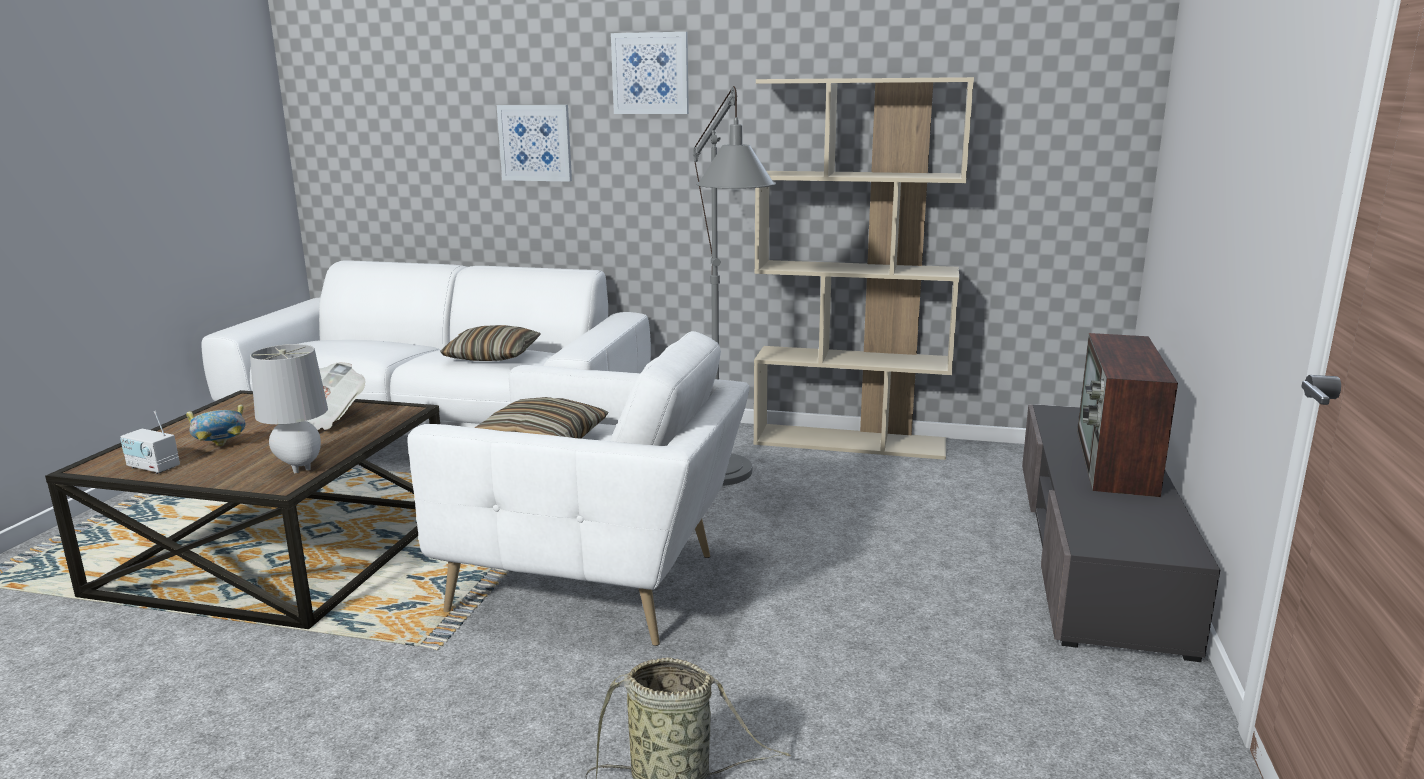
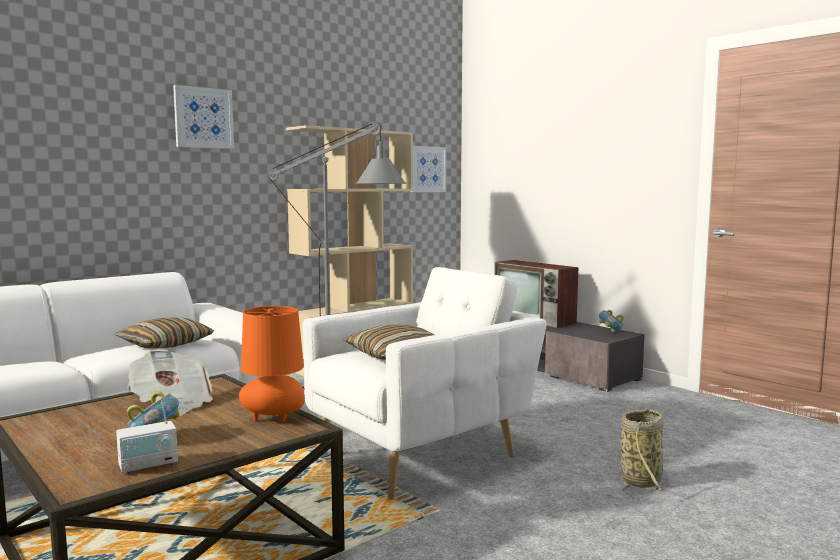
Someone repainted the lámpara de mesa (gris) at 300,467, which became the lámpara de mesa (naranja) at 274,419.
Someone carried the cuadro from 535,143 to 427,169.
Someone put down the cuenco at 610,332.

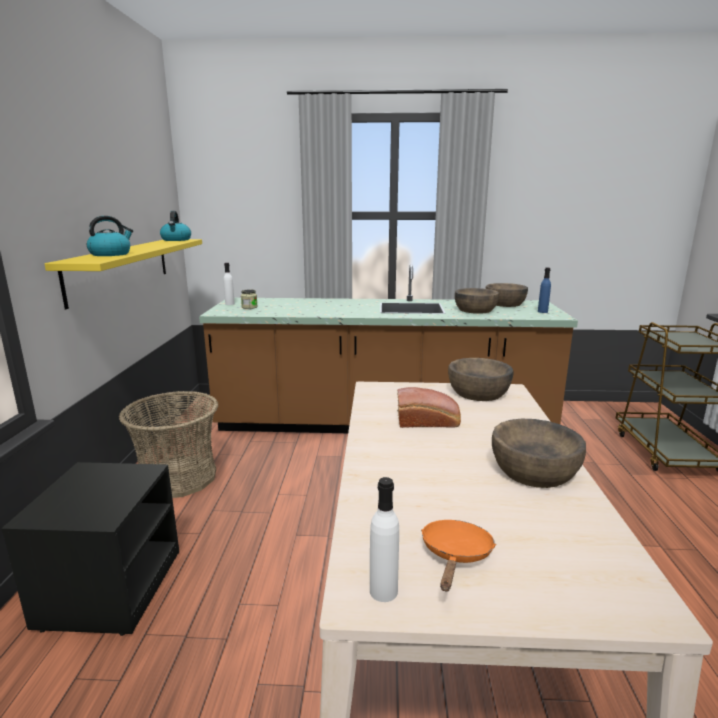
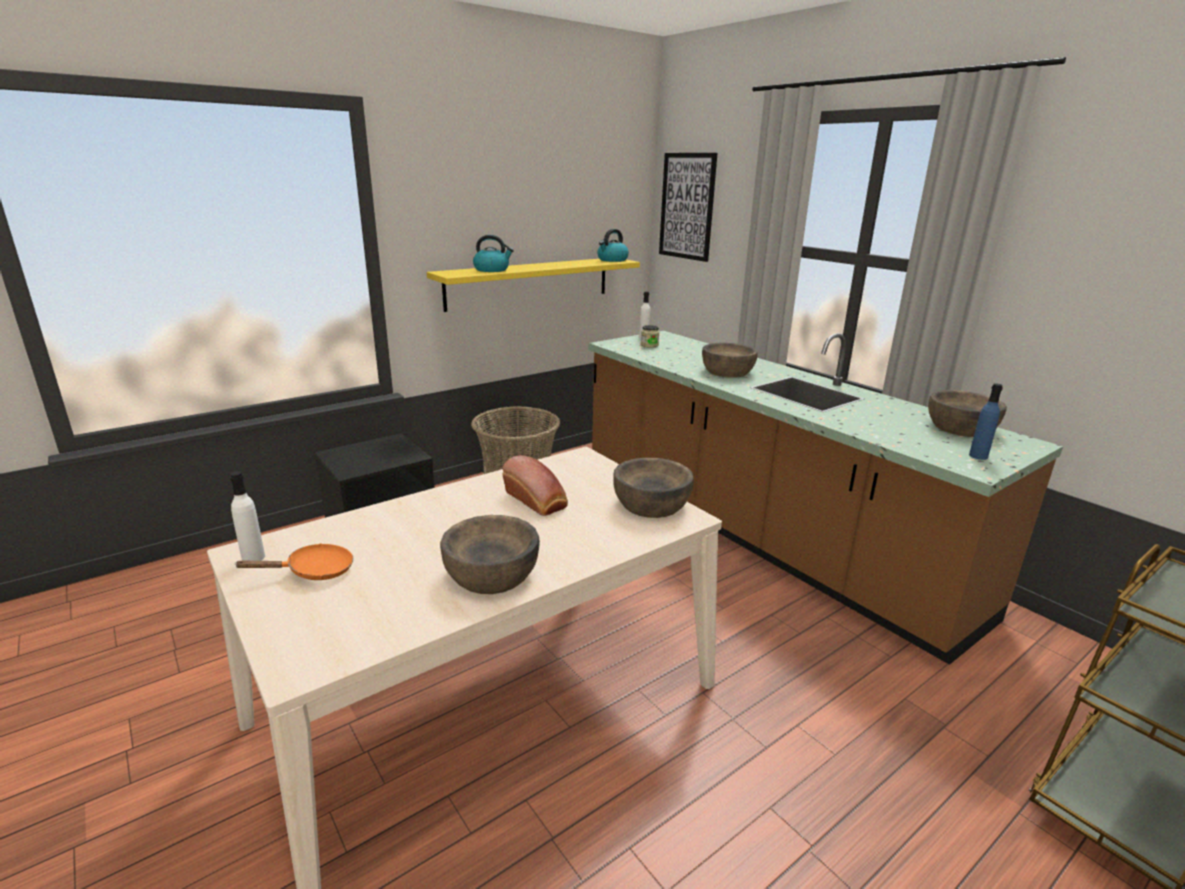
Someone carried the cuenco (marrón) from 475,310 to 727,371.
Someone put up the cuadro at 687,206.

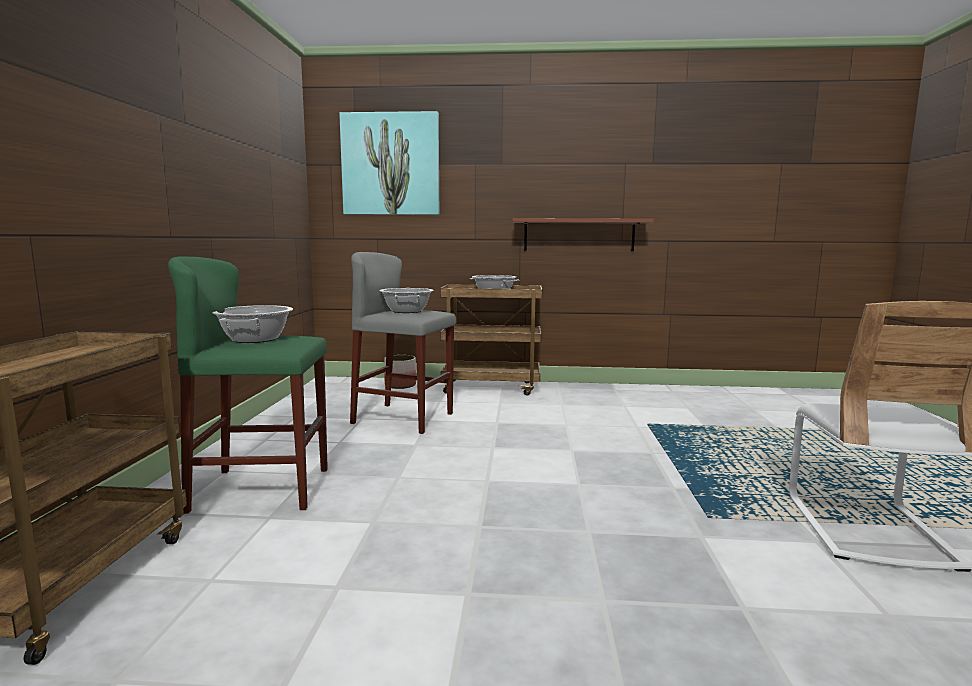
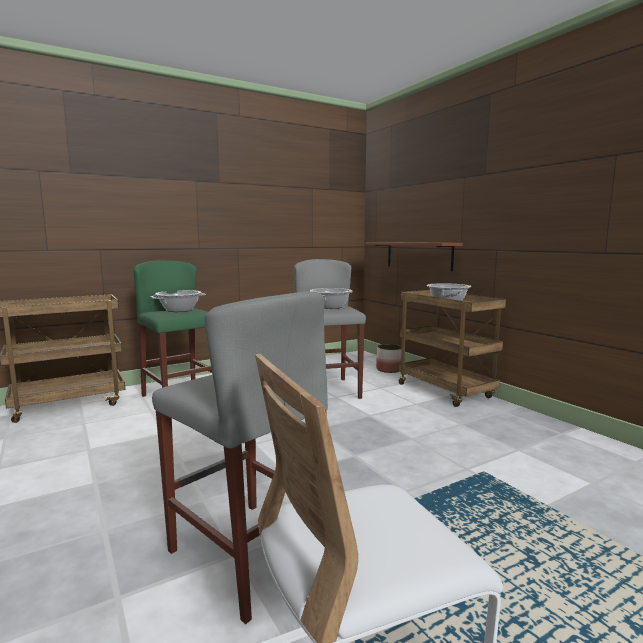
Someone took away the cuadro at 391,164.
Someone carried the estante (marrón) from 579,235 to 418,255.
Someone put down the taburete (gris) at 249,553.

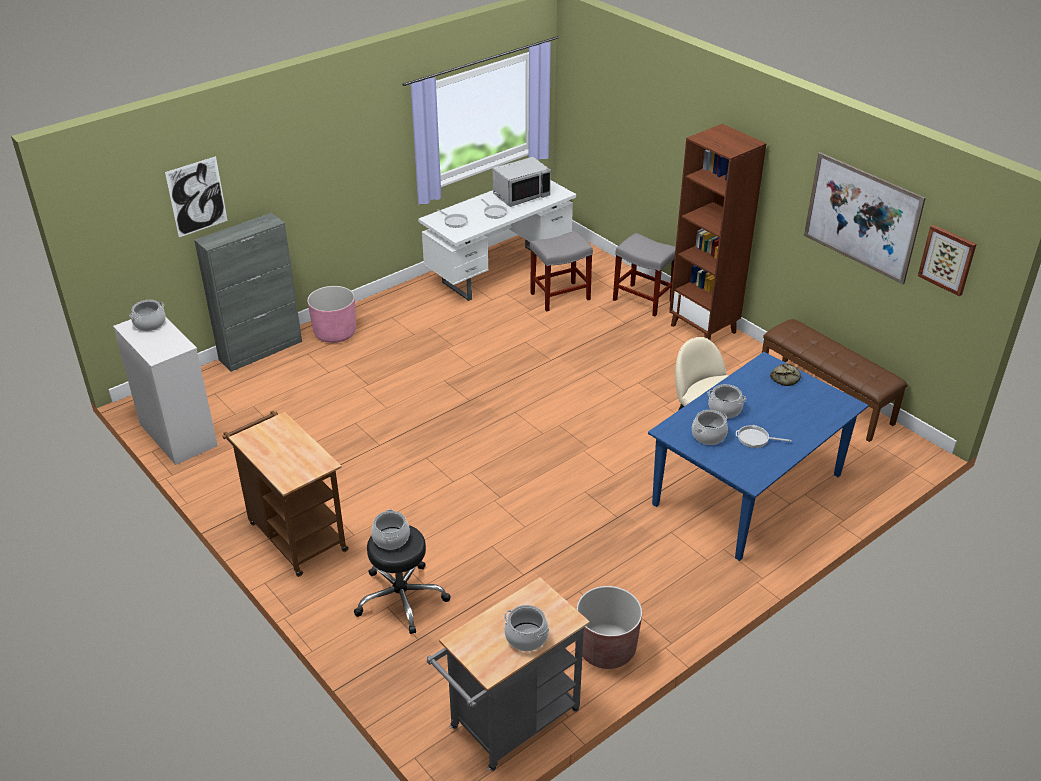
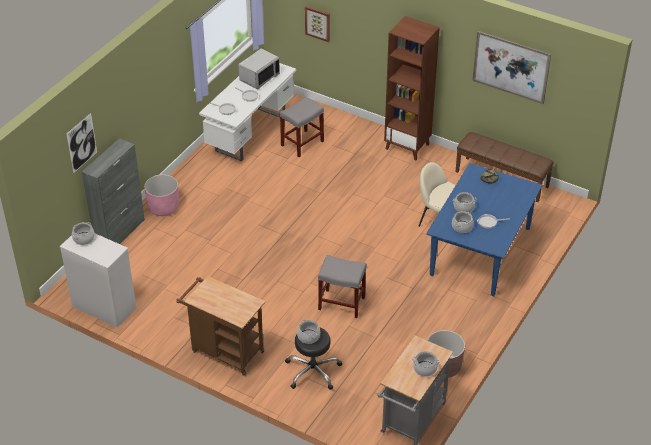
Someone carried the taburete (gris) from 644,300 to 342,303.
Someone carried the cuadro from 947,259 to 318,23.

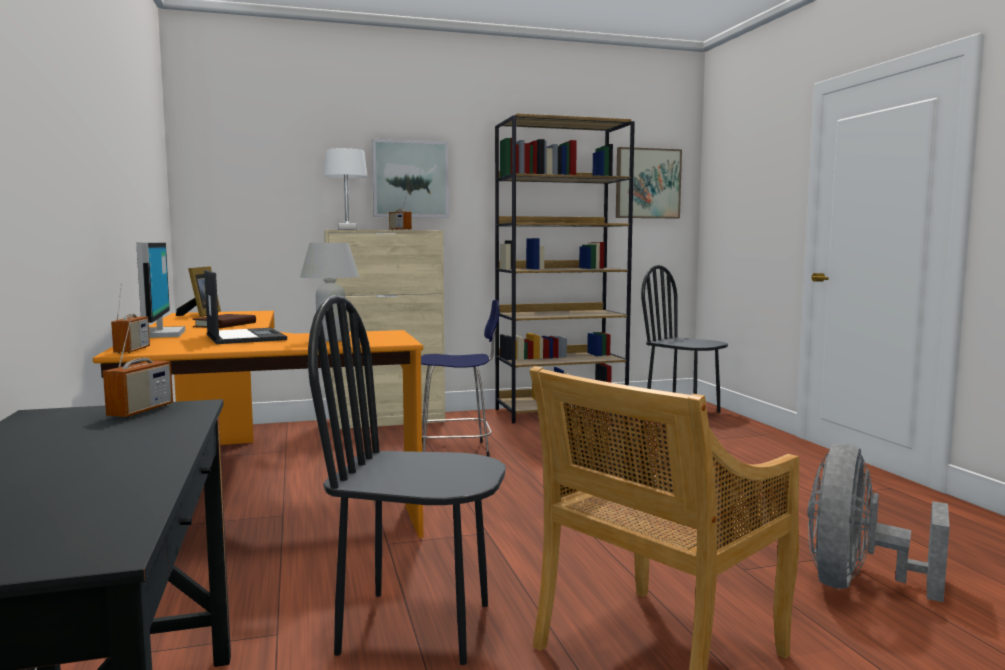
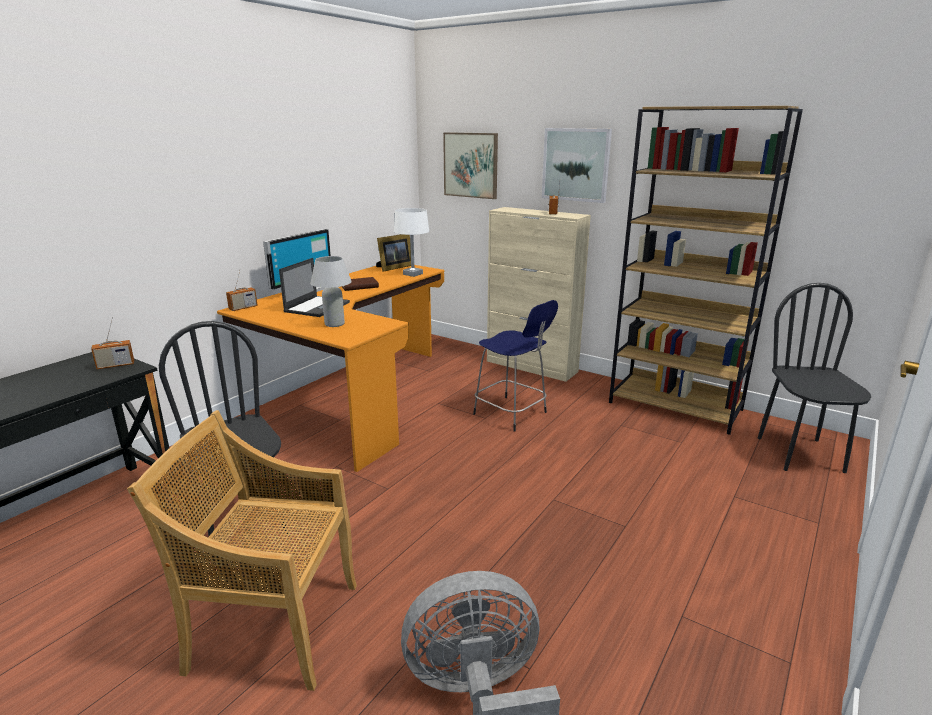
Someone carried the lámpara de mesa (blanco) from 347,229 to 413,274.
Someone carried the cuadro from 647,183 to 471,165.

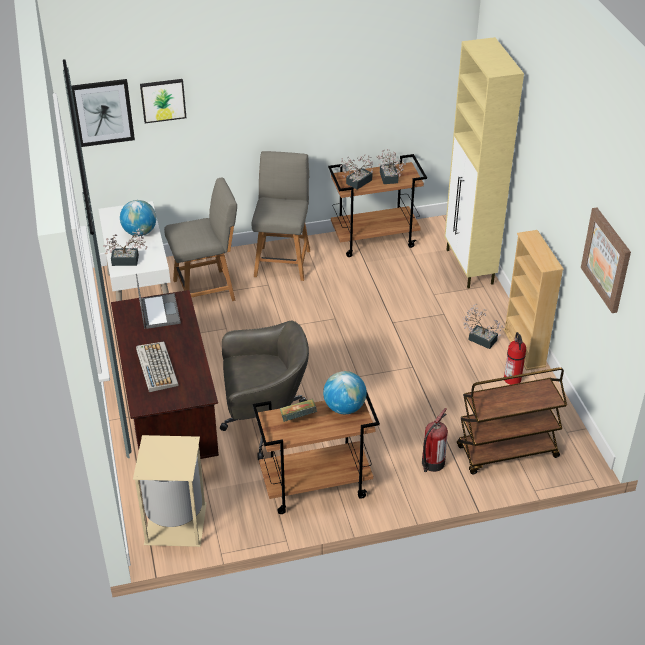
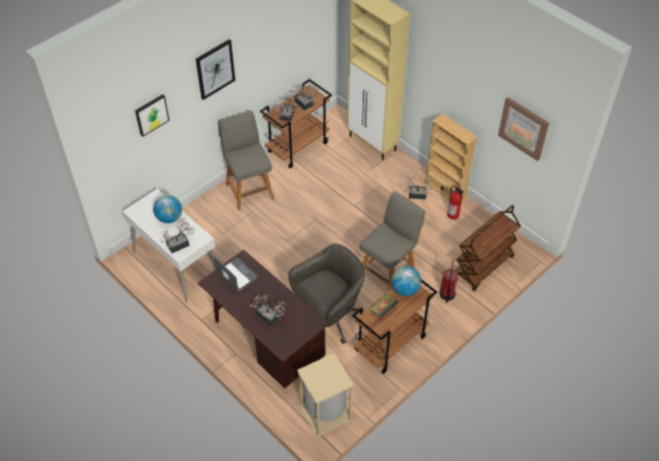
Someone carried the cuadro from 102,112 to 215,69.
Someone swapped the teclado at 156,367 for the planta en maceta at 269,317.
Someone carried the silla (gris) from 206,289 to 388,273.

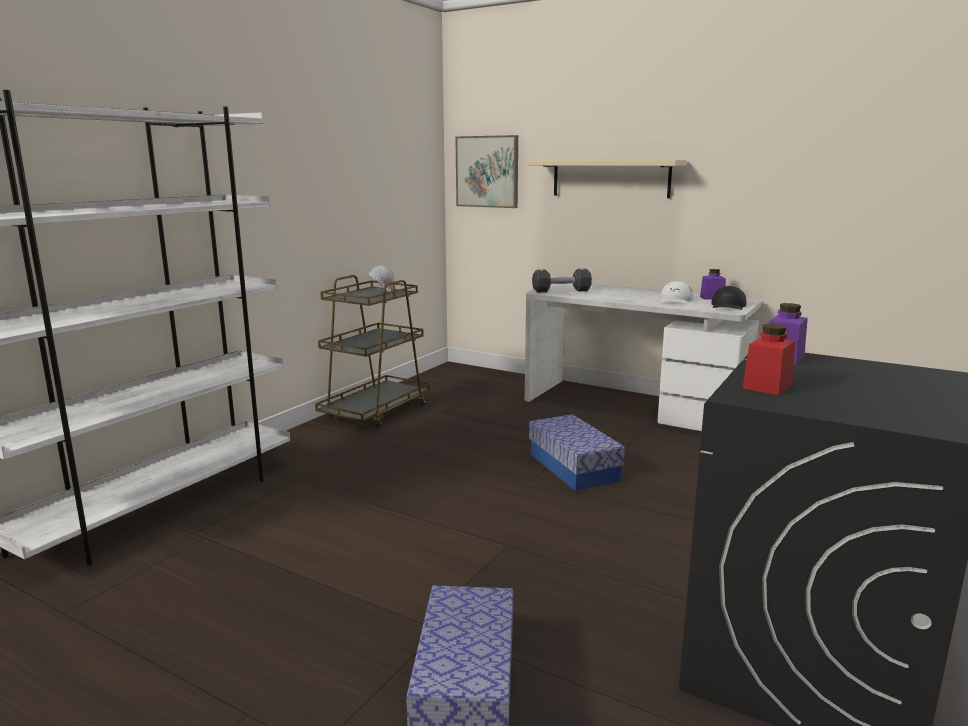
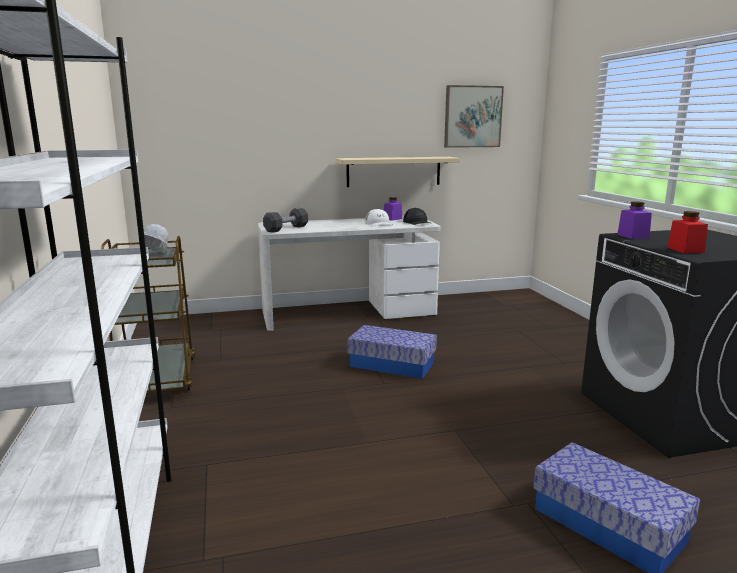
Someone carried the cuadro from 487,171 to 472,116.
Someone carried the estante (beis) from 610,178 to 393,171.

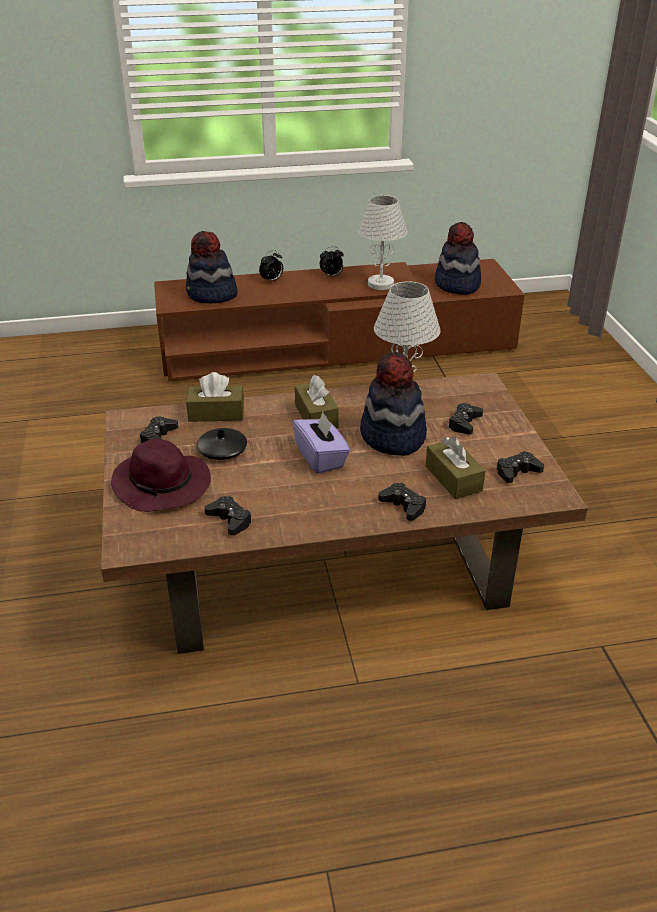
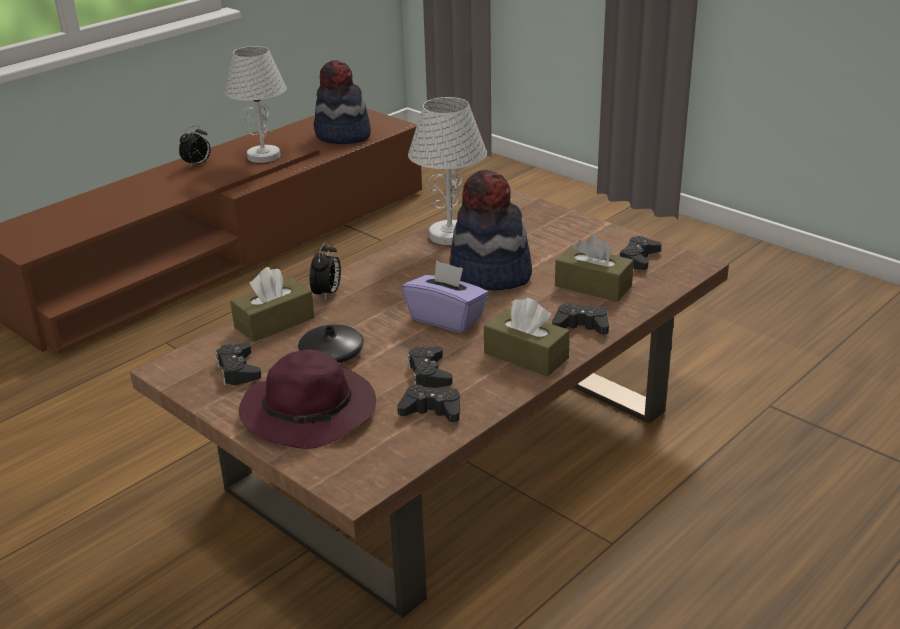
Someone took away the sombrero at 211,295.
Someone carried the despertador from 272,280 to 327,294.
Someone carried the caja de pañuelos (marrón) from 316,416 to 526,356.
Someone carried the mando de consola (negro) from 464,423 to 429,374.

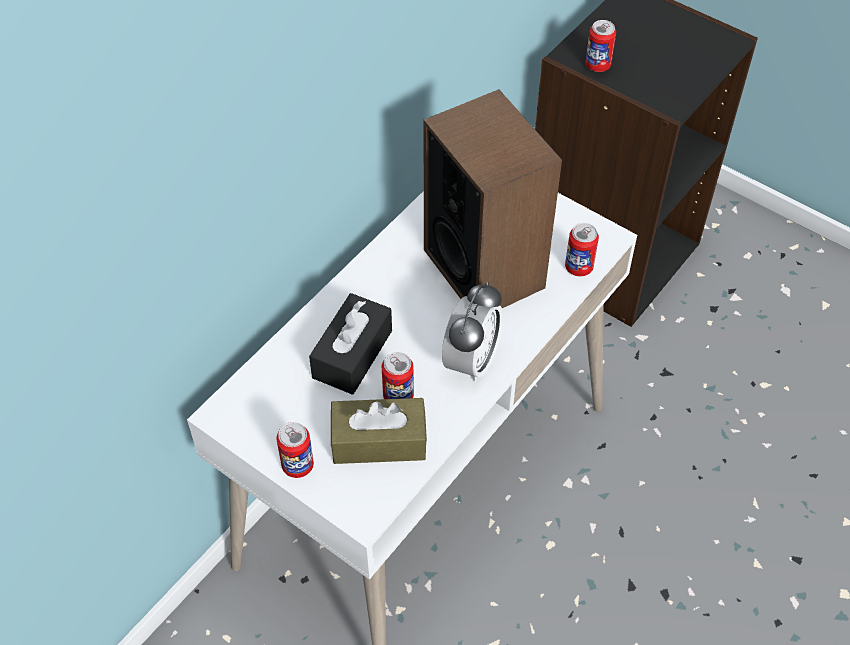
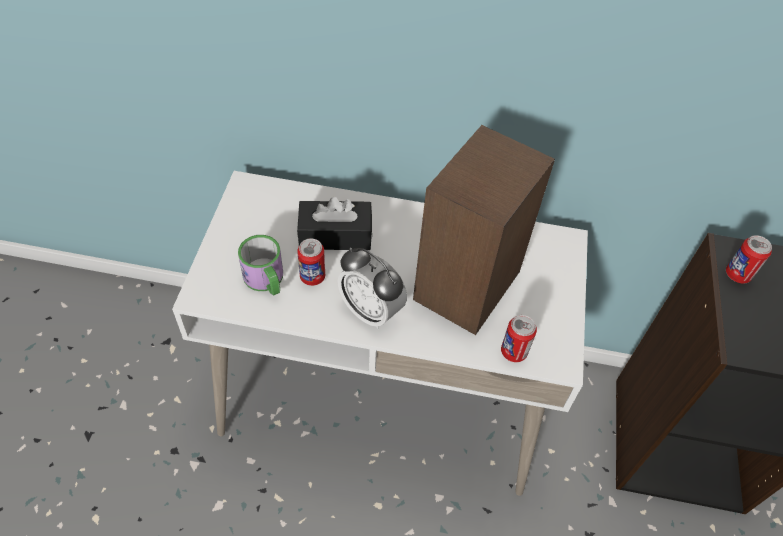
Someone took away the lata at 297,465.
Someone swapped the caja de pañuelos (marrón) at 379,441 for the taza grande at 266,280.
Someone rotated the despertador at 471,361 by 45 degrees clockwise.

